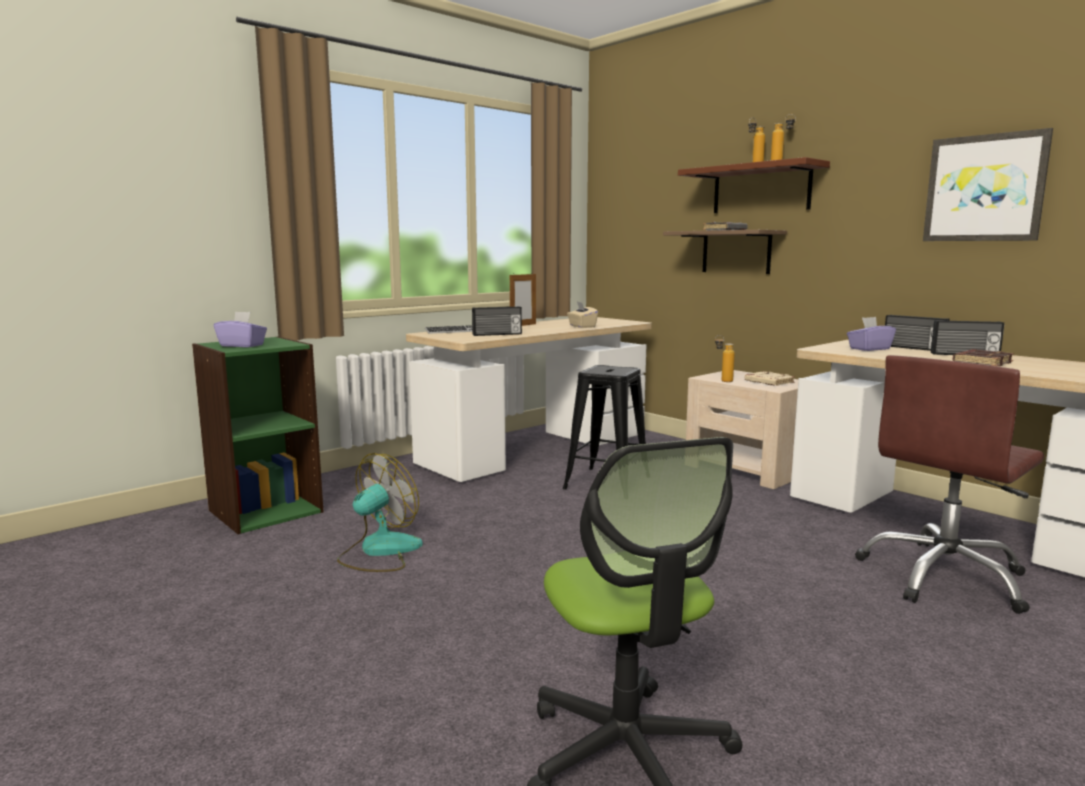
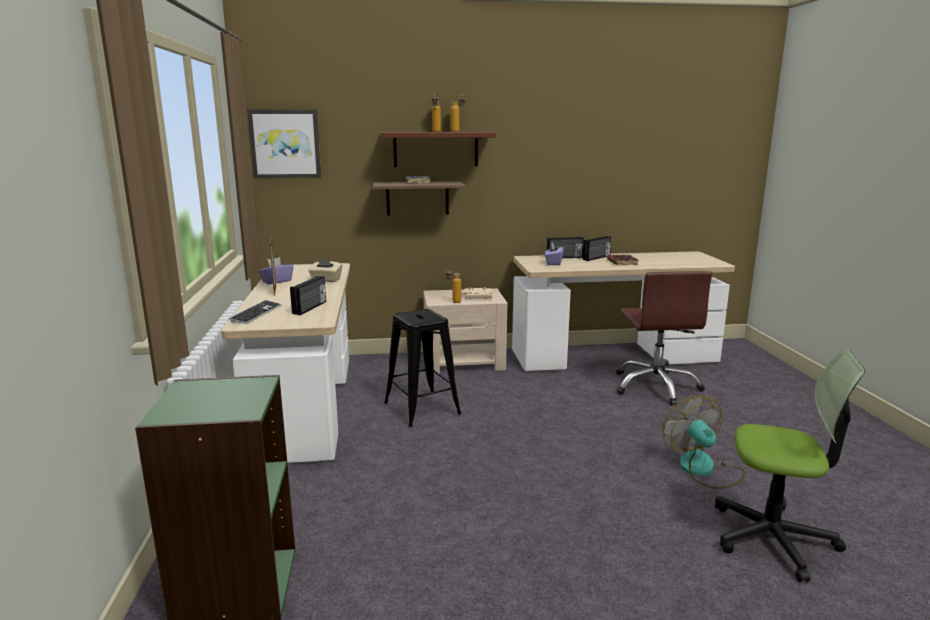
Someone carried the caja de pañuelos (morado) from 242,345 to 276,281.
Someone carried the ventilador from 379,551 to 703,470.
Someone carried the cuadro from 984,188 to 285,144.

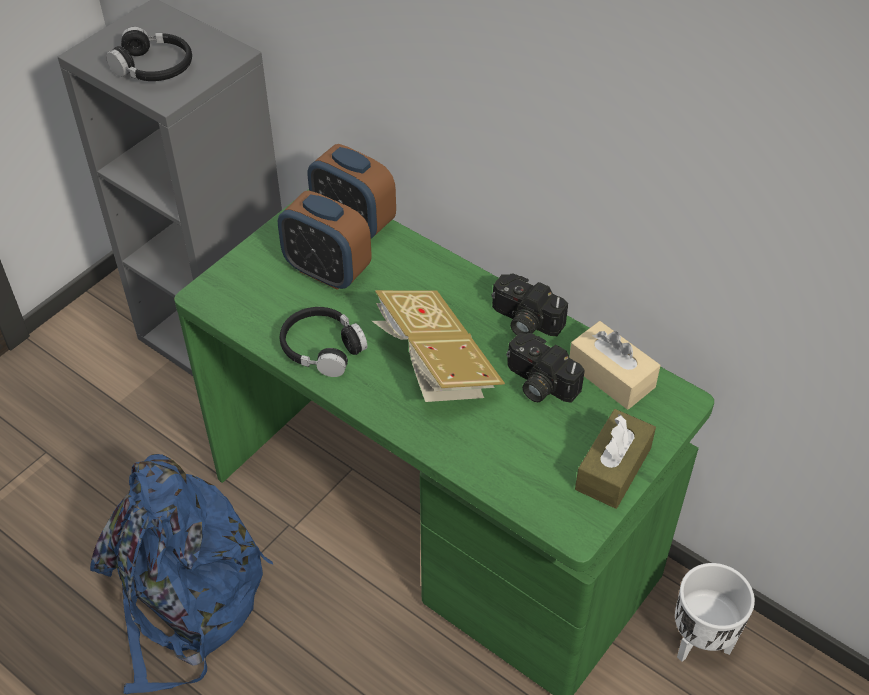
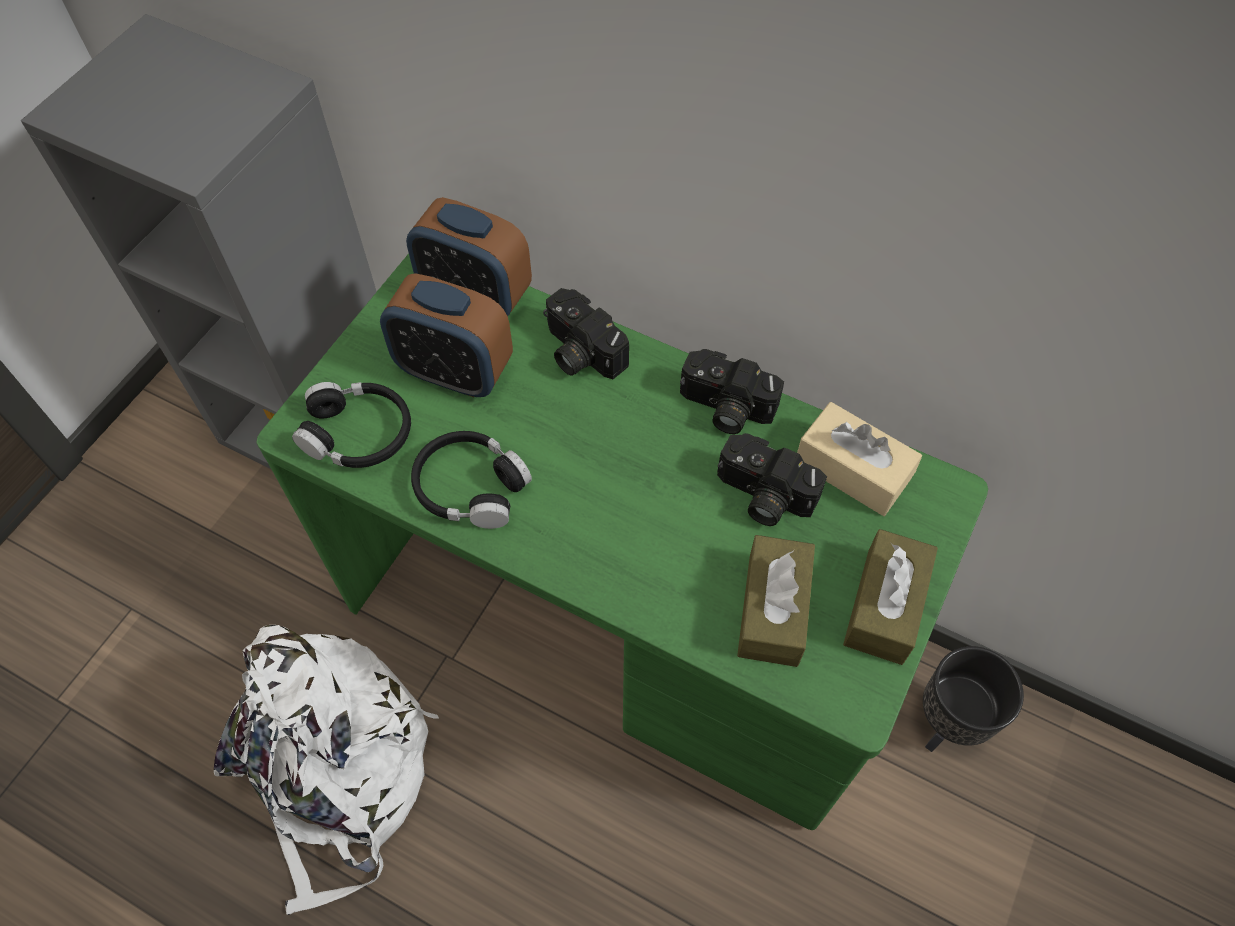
Someone repainted the mochila (azul) at 183,598, which became the mochila (blanco) at 336,773.
Someone carried the auriculares (negro) from 154,67 to 358,434.
Someone took away the libro at 434,366.
Someone repainted the maceta (blanco) at 700,640, which became the maceta (negro) at 946,721.
Someone put down the cámara at 579,352.
Someone put down the caja de pañuelos (marrón) at 773,610.

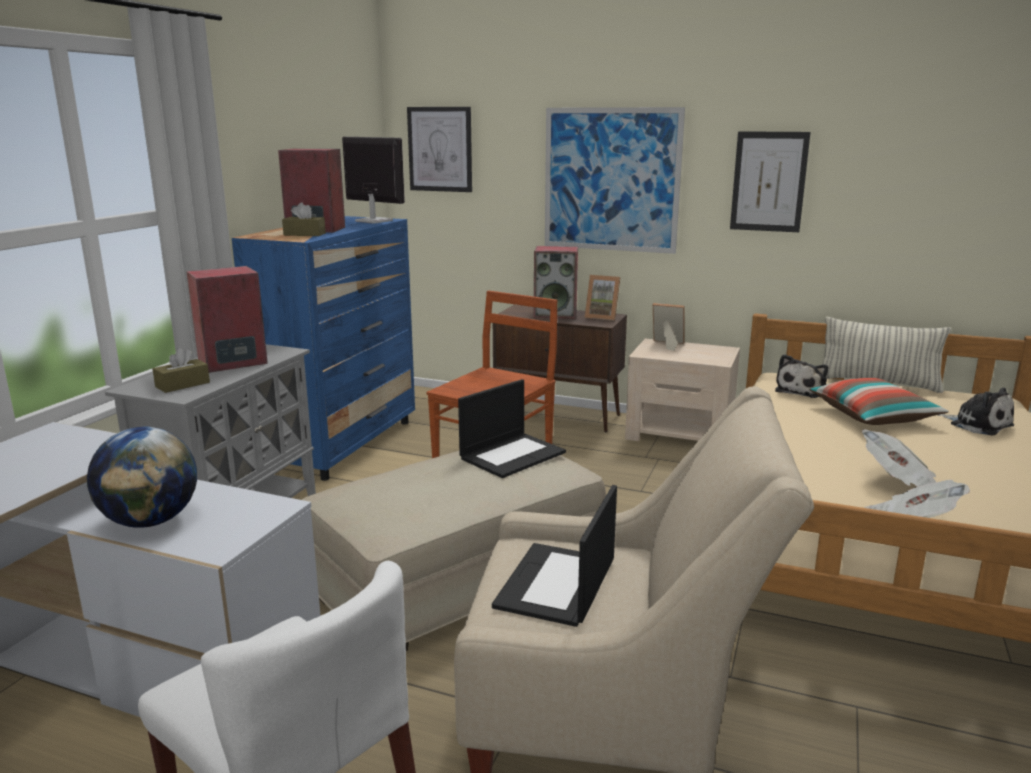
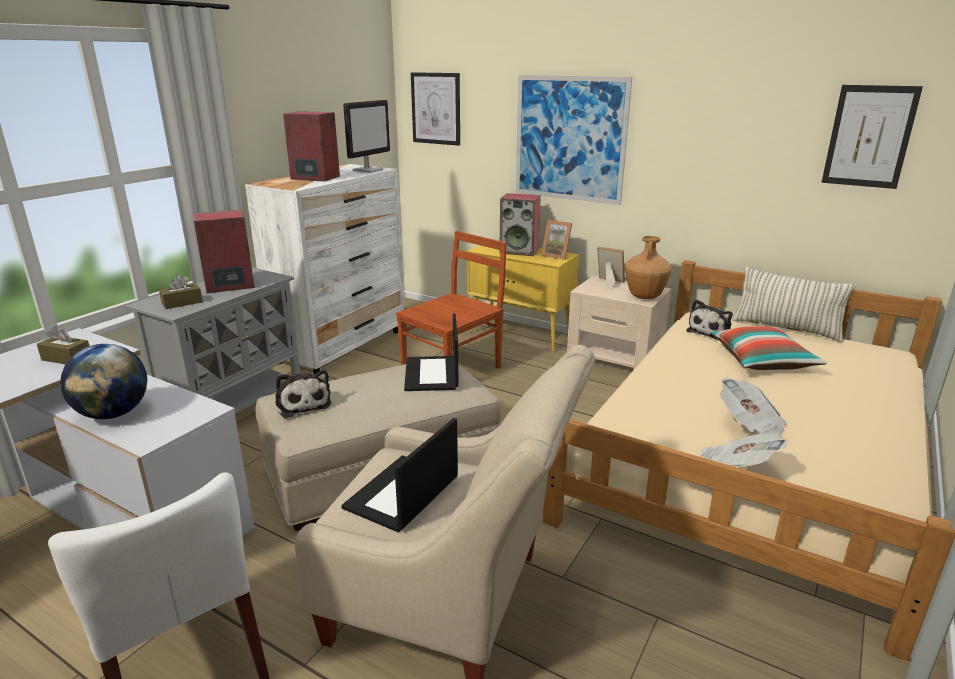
Someone repainted the cómoda (azul) at 343,444, which became the cómoda (blanco) at 342,346.
Someone carried the caja de pañuelos (marrón) from 304,234 to 67,358.
Someone rotated the monitor at 373,221 by 75 degrees clockwise.
Someone rotated the portátil at 512,455 by 120 degrees clockwise.
Someone repainted the armario (marrón) at 559,416, which became the armario (amarillo) at 521,334.
Someone carried the cuadro from 768,182 to 869,136.
Someone carried the peluche from 977,424 to 302,403.
Someone put down the florero (marrón) at 644,297.

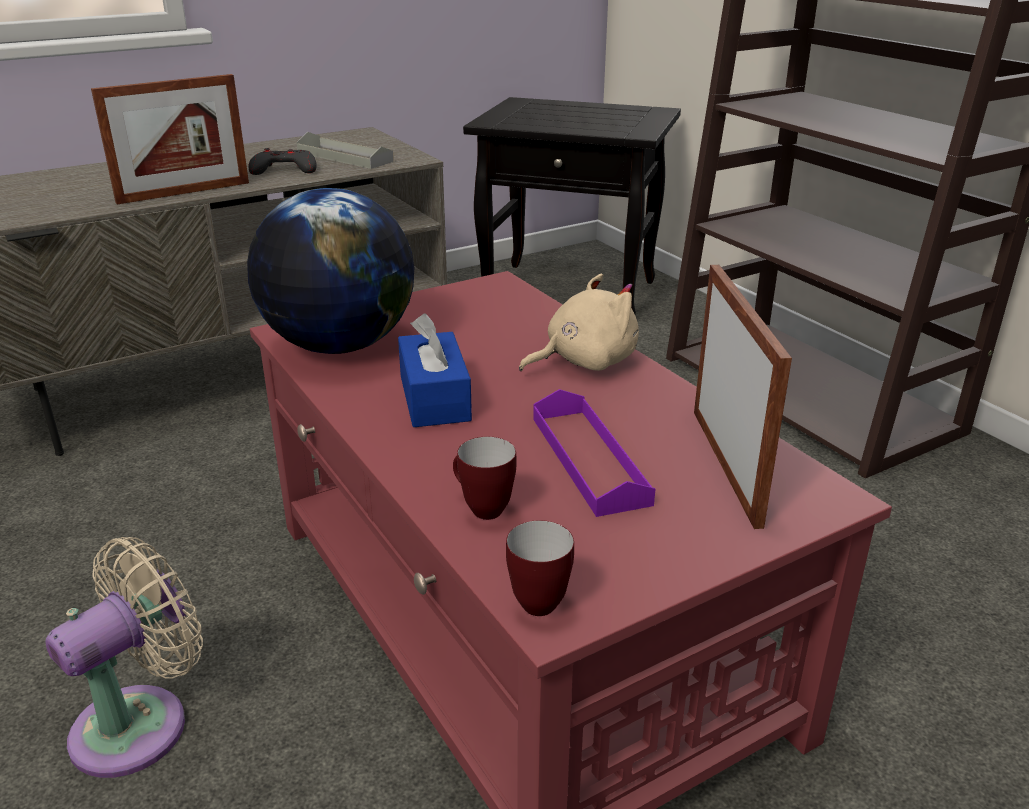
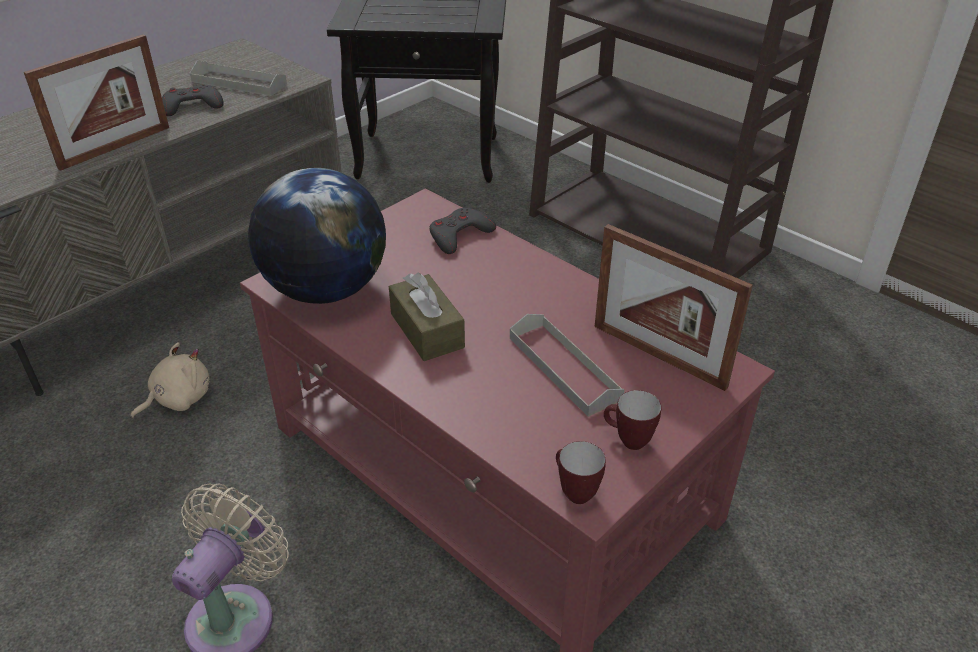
Someone repainted the caja de pañuelos (azul) at 434,398, which became the caja de pañuelos (marrón) at 427,330.
Someone carried the taza grande from 480,508 to 627,440.
Someone carried the peluche (beis) from 584,362 to 178,399.
Someone repainted the bandeja (morado) at 589,459, which became the bandeja (gris) at 564,368.
Someone rotated the portarretratos at 725,465 by 150 degrees clockwise.
Someone put down the mando de consola (gris) at 459,235.

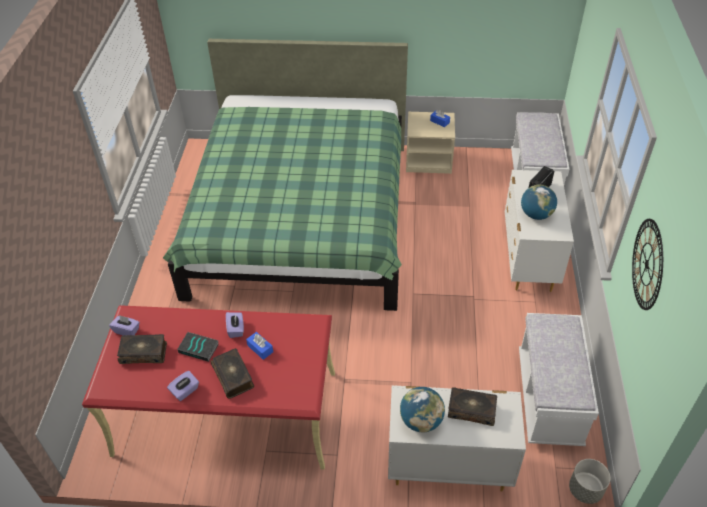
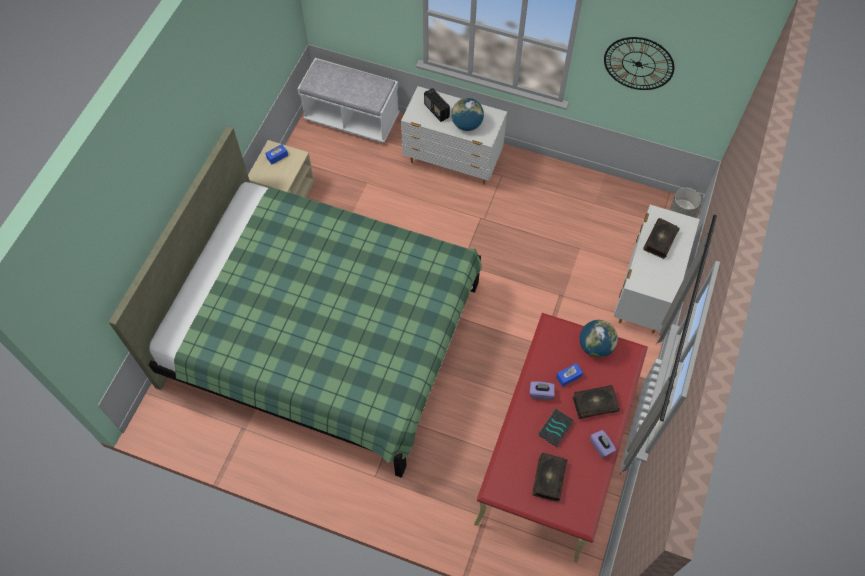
Someone took away the caja de pañuelos (morado) at 127,330.
Someone carried the globo terráqueo from 421,421 to 595,346.
Someone took away the banco (blanco) at 549,398.

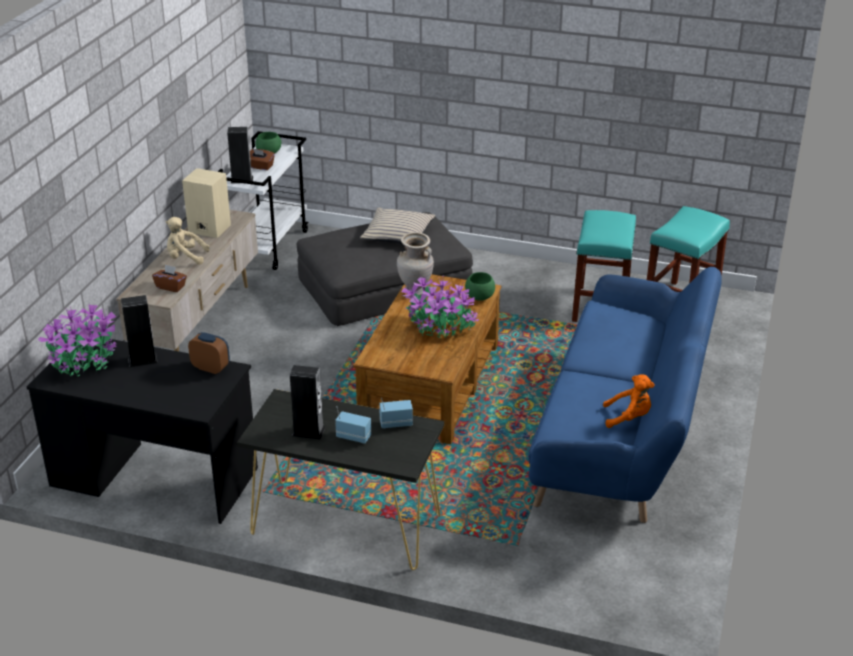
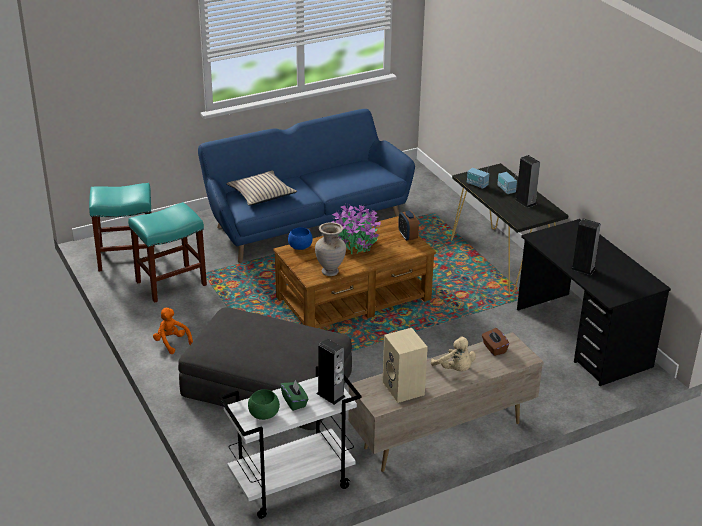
Someone took away the planta en maceta at 83,361.
Someone carried the despertador from 211,368 to 407,236.
Someone repainted the caja de pañuelos (marrón) at 260,166, which became the caja de pañuelos (verde) at 294,402.
Someone carried the cojín (beis) from 398,234 to 261,194.
Someone repainted the cuenco (verde) at 479,297, which became the cuenco (azul) at 300,247.
Someone carried the peluche (naranja) from 629,417 to 171,342.

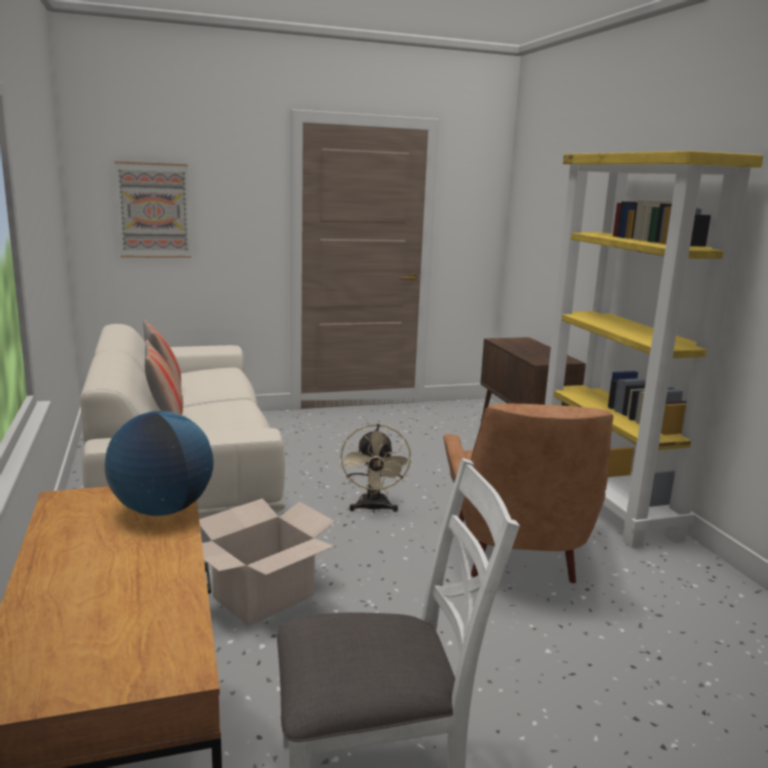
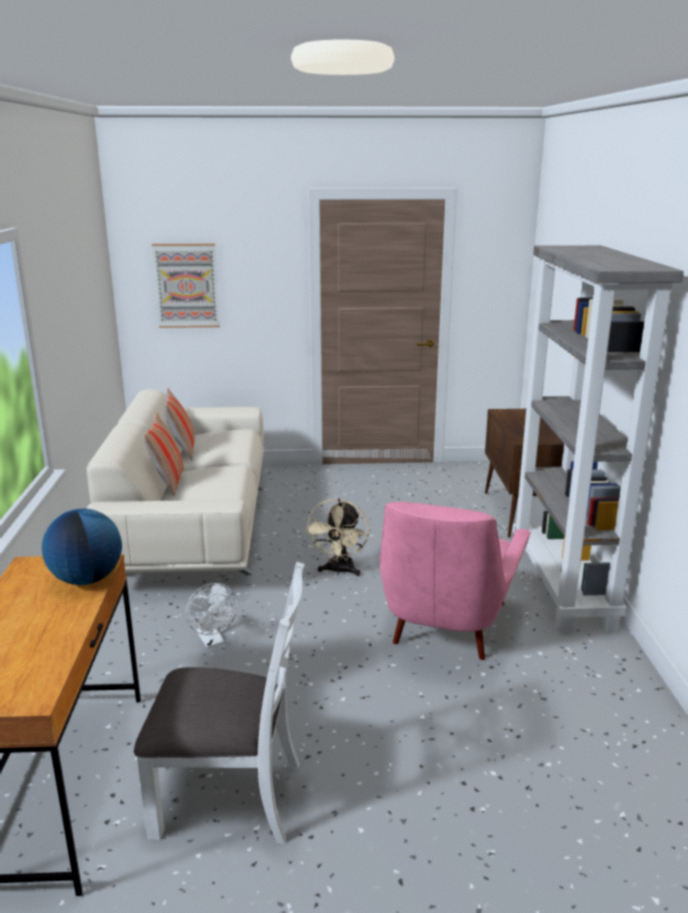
Someone swapped the caja de cartón at 263,596 for the ventilador (blanco) at 213,641.
Someone repainted the sillón (marrón) at 517,556, which became the sillón (rosa) at 445,629.
Someone repainted the estantería (amarillo) at 606,504, which became the estantería (gris) at 563,585.

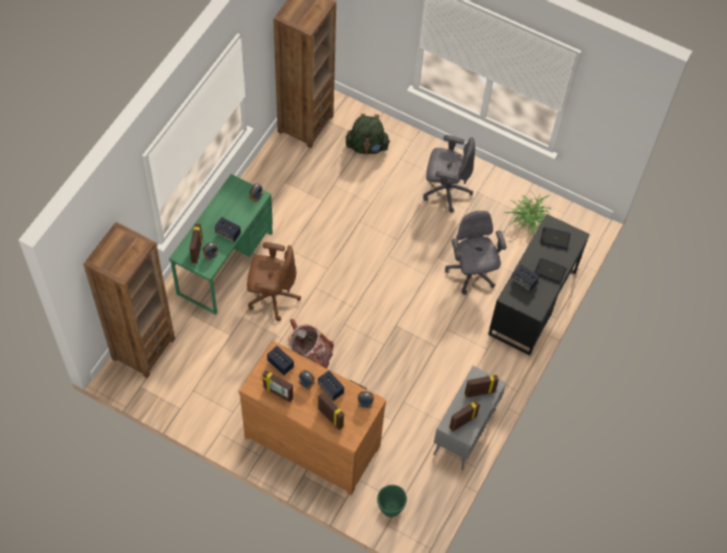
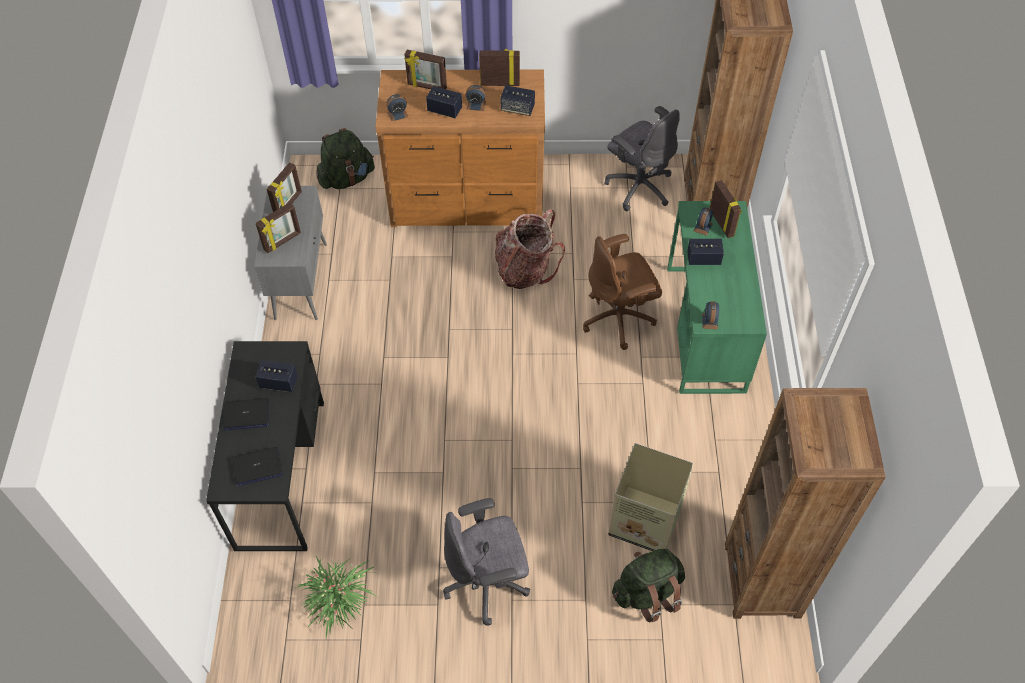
Someone swapped the maceta (verde) at 390,509 for the mochila (verde) at 347,178.
Someone carried the silla de oficina (gris) from 471,273 to 639,186.
Someone put down the caja de cartón at 646,521.

